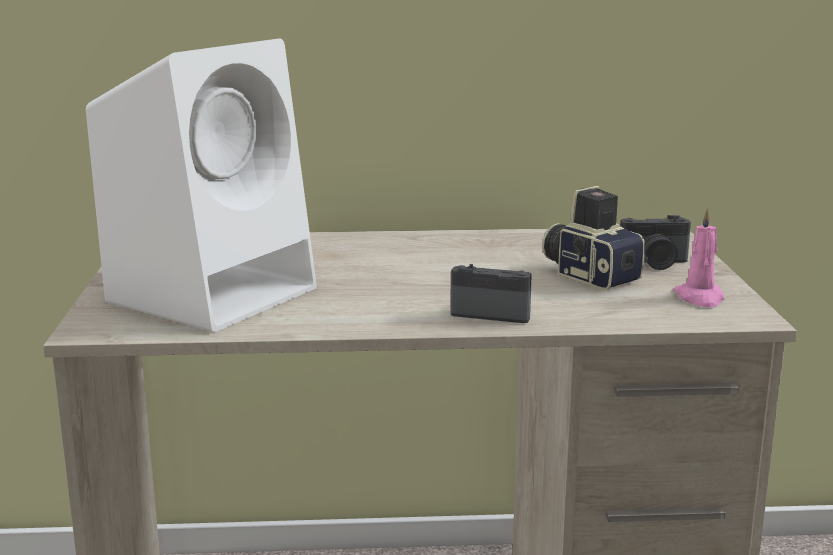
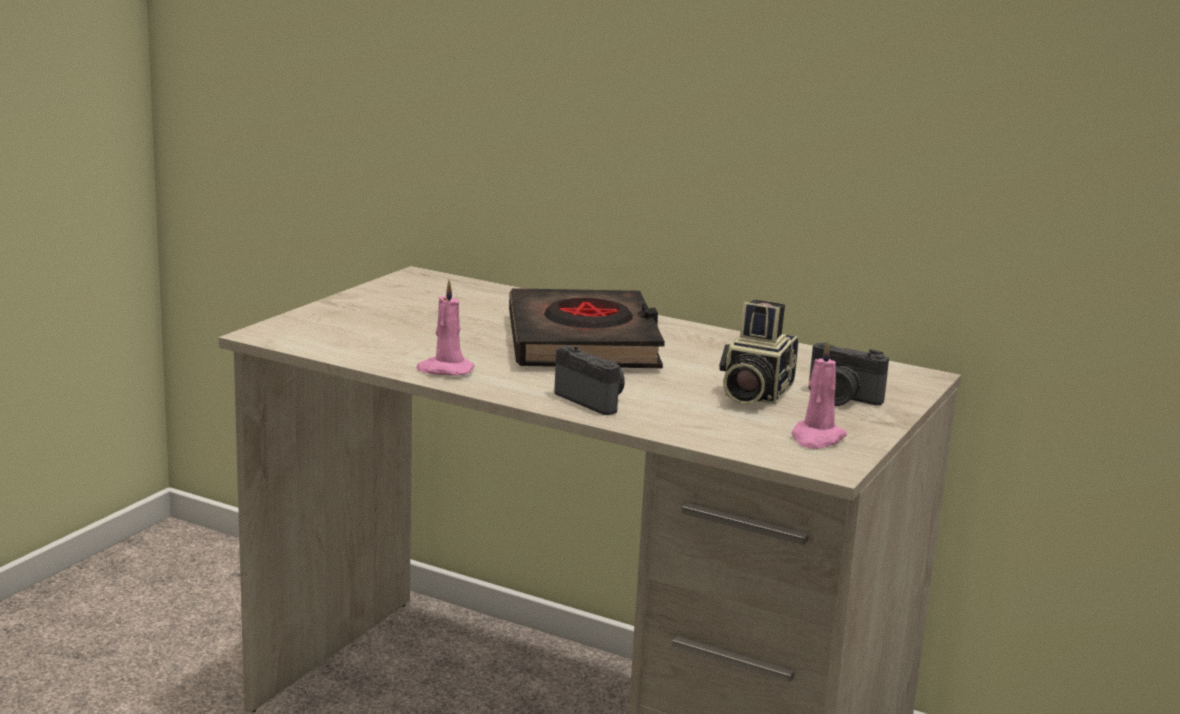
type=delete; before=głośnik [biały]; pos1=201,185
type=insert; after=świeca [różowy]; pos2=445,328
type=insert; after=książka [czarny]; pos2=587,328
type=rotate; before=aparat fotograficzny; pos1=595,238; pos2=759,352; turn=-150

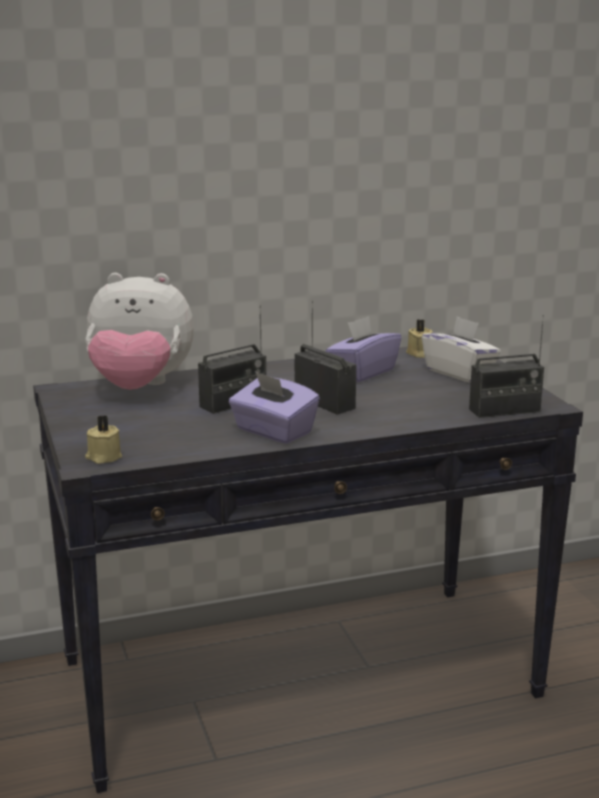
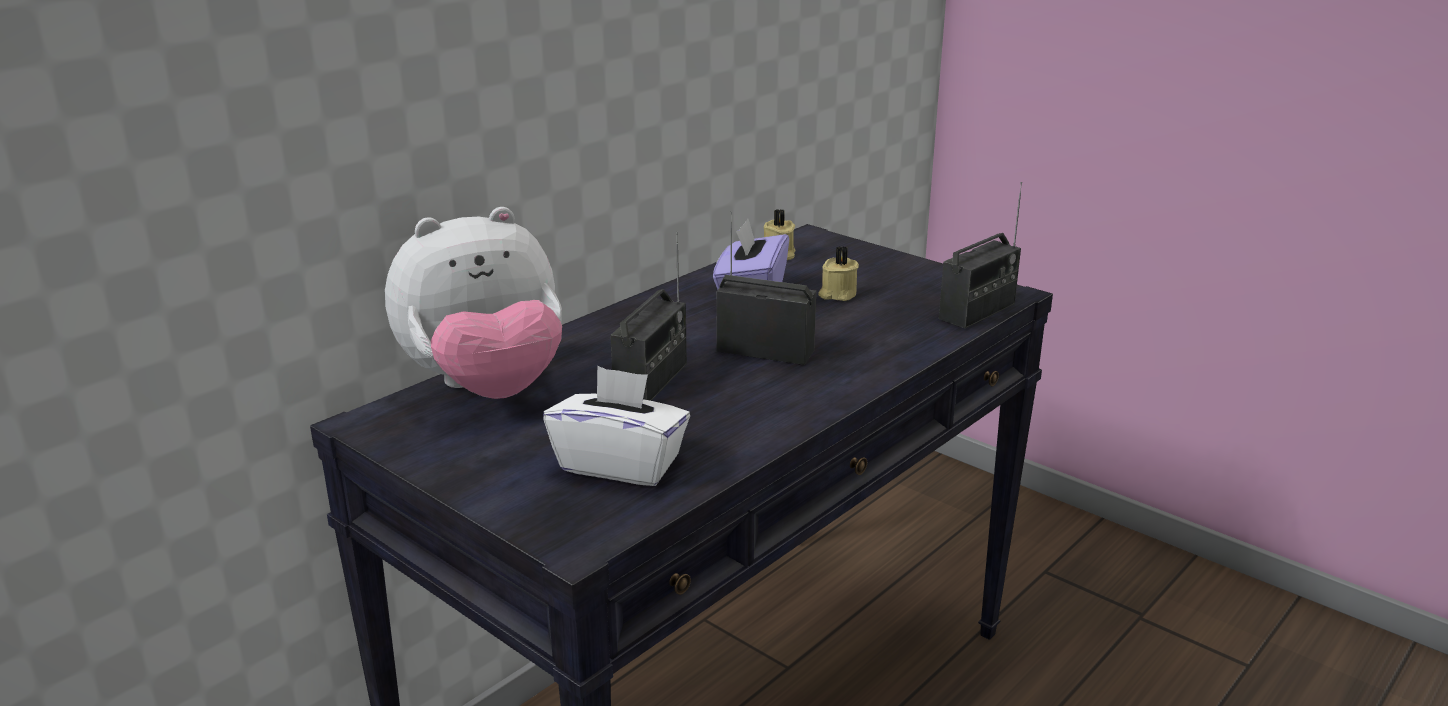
type=delete; before=pudełko chusteczek [fioletowy]; pos1=274,407
type=move; before=świeca [beżowy]; pos1=103,439; pos2=838,273
type=move; before=pudełko chusteczek [biały]; pos1=461,350; pos2=616,426

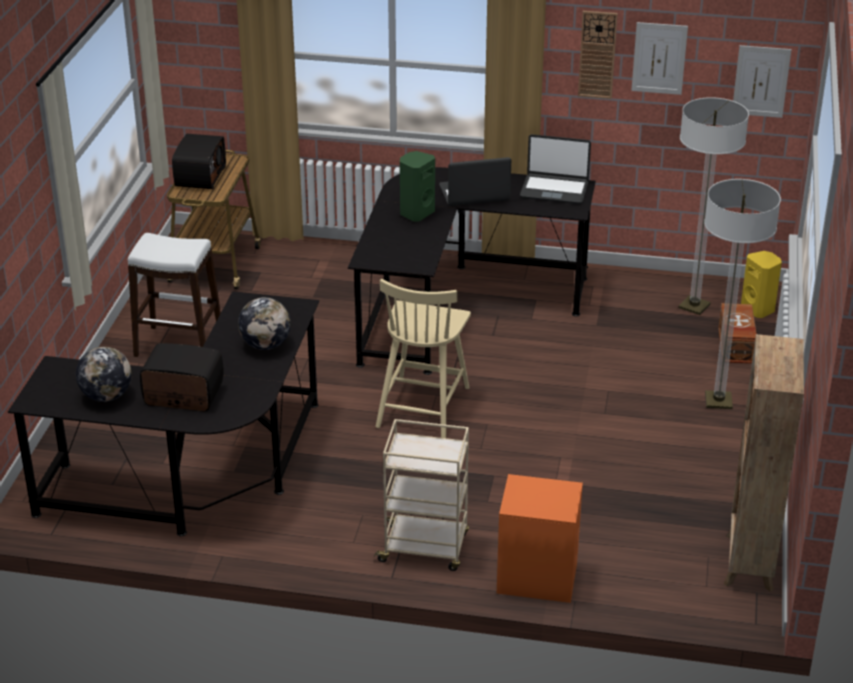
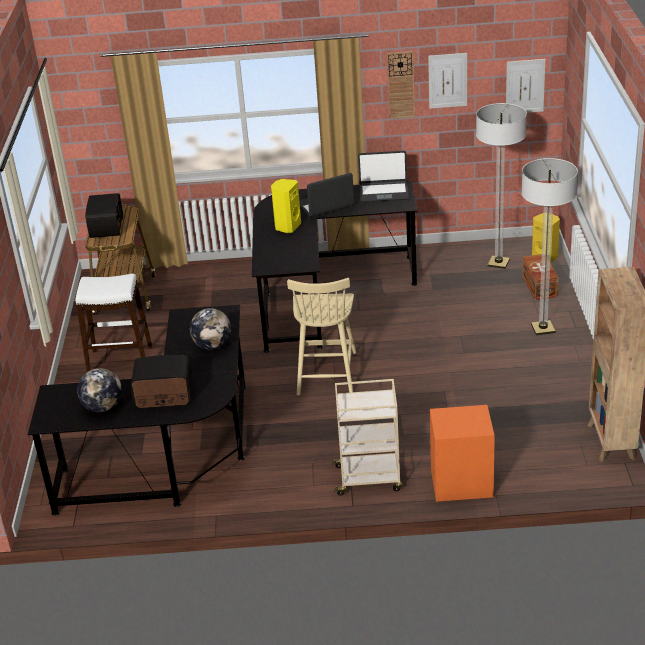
type=recolor; before=głośnik [zielony]; after=głośnik [żółty]; pos1=417,186; pos2=286,206

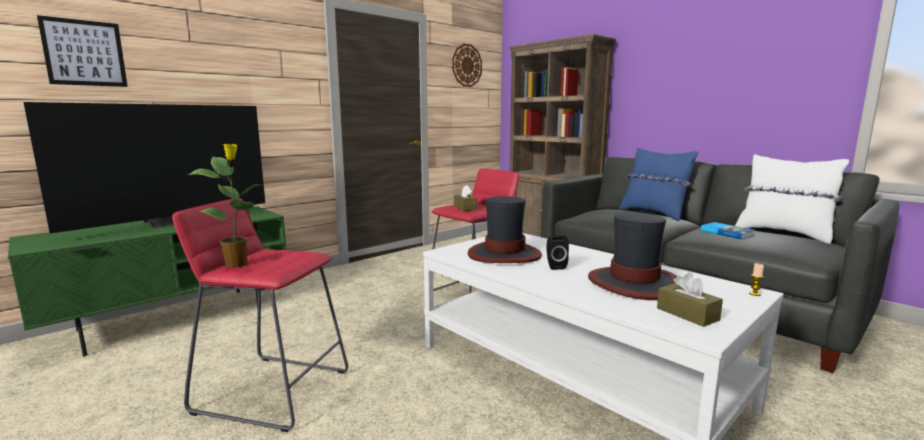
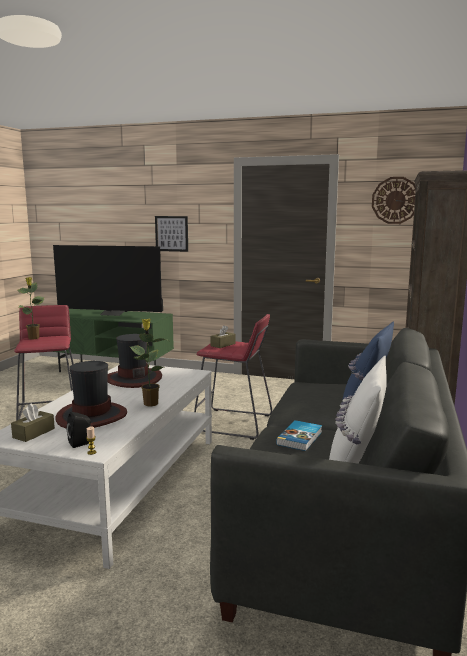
type=insert; after=roślina doniczkowa; pos2=149,362
type=move; before=obraz; pos1=82,51; pos2=171,234
type=move; before=głośnik [czarny]; pos1=558,252; pos2=79,430

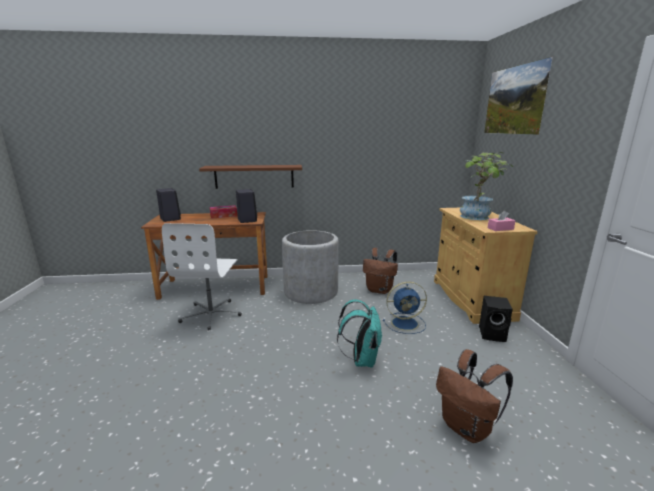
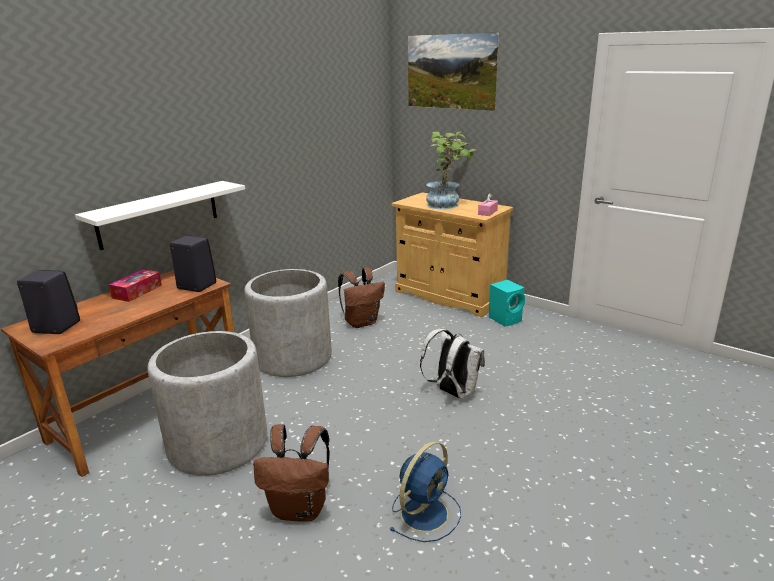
type=move; before=wentylator [niebieski]; pos1=405,308; pos2=425,491
type=move; before=plecak [brązowy]; pos1=474,396; pos2=291,473
type=replace; before=krzesło biurowe [biały]; after=donica [szary]; pos1=202,277; pos2=207,403
type=recolor; before=półka [brązowy]; after=półka [biały]; pos1=250,177; pos2=160,215
type=recolor; before=plecak [turkusowy]; after=plecak [biały]; pos1=359,334; pos2=452,364
type=recolor; before=głośnik [czarny]; after=głośnik [turkusowy]; pos1=496,319; pos2=507,303

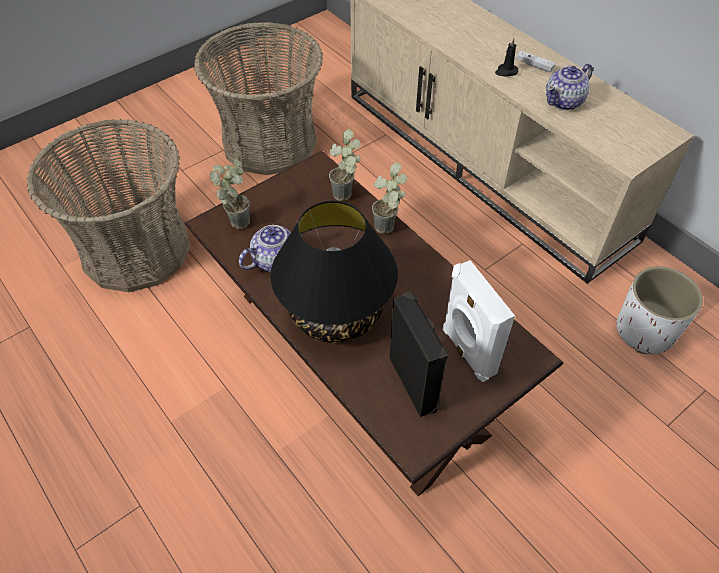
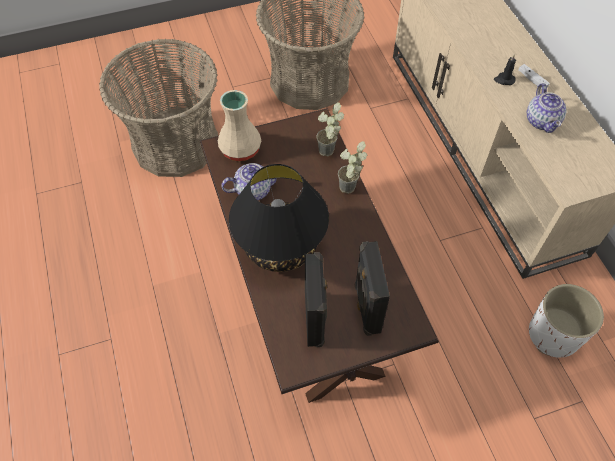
type=replace; before=roślina doniczkowa; after=wazon [beżowy]; pos1=230,194; pos2=239,125
type=recolor; before=głośnik [biały]; after=głośnik [czarny]; pos1=479,321; pos2=372,288
type=rotate; before=imbryk; pos1=569,87; pos2=547,108; turn=-75

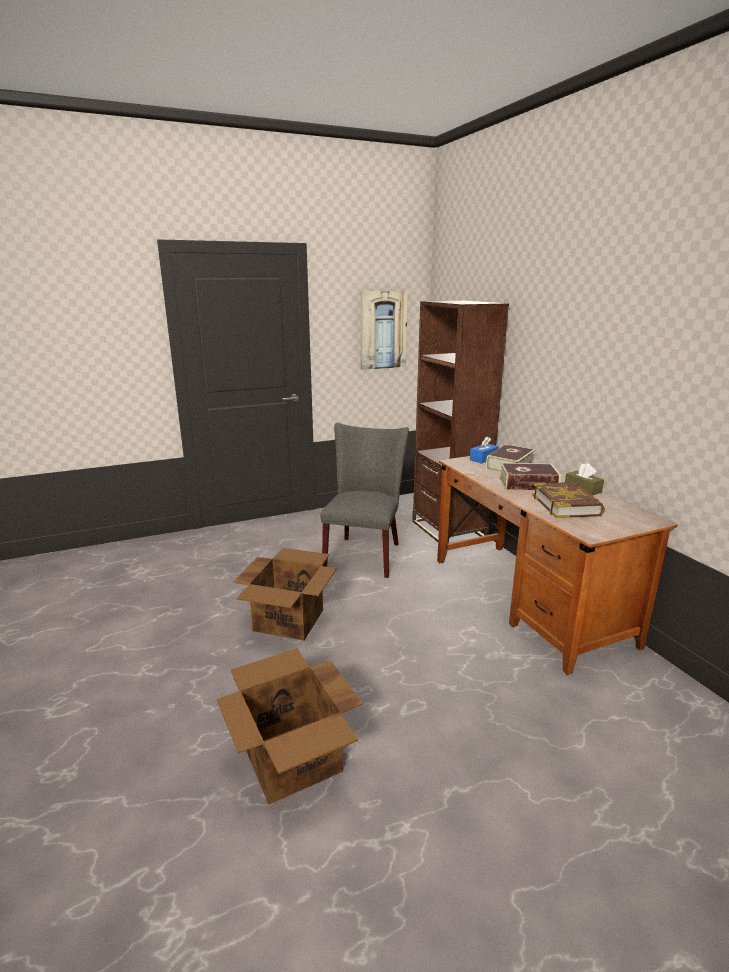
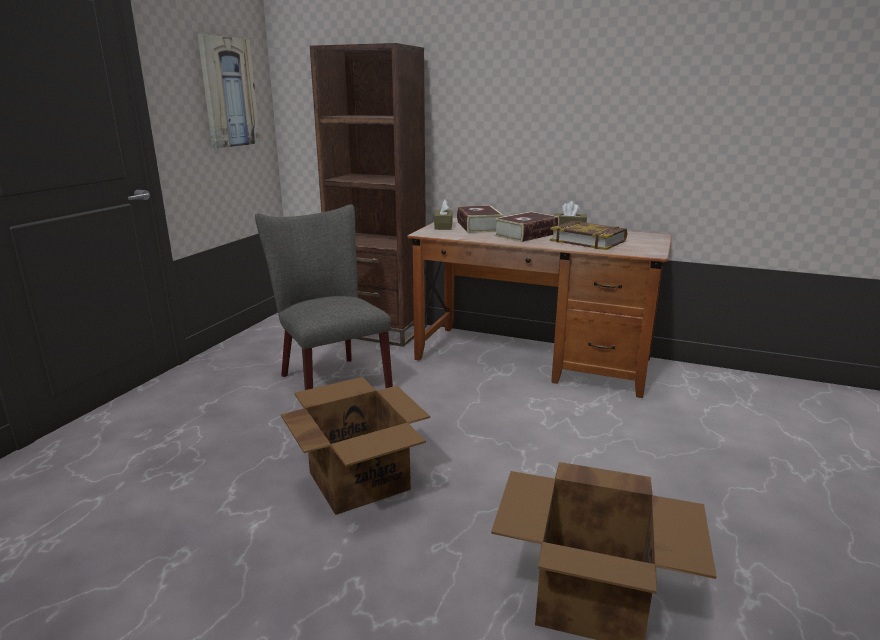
type=recolor; before=pudełko chusteczek [niebieski]; after=pudełko chusteczek [brązowy]; pos1=484,450; pos2=443,215

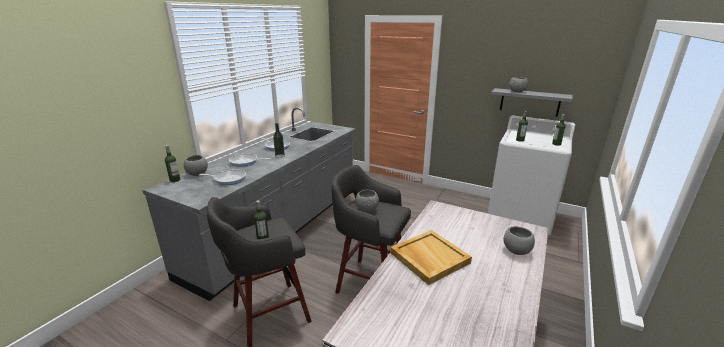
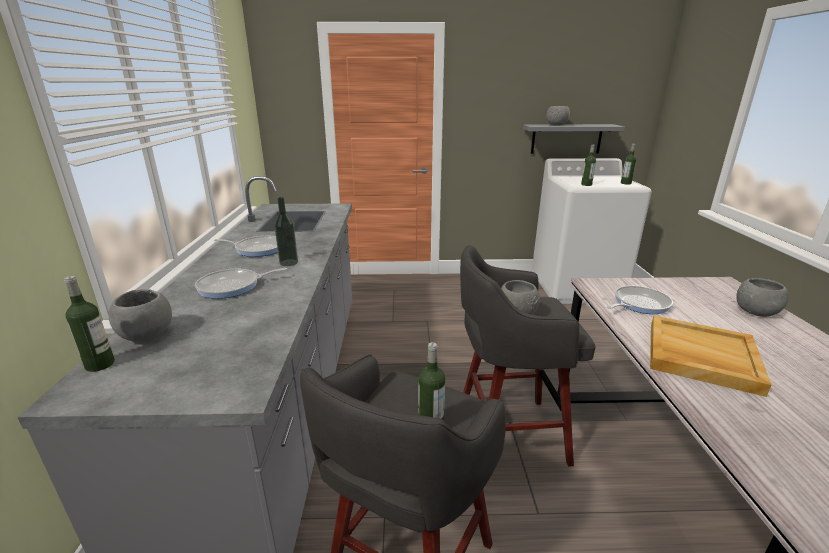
type=move; before=patelnia; pos1=222,177; pos2=640,300

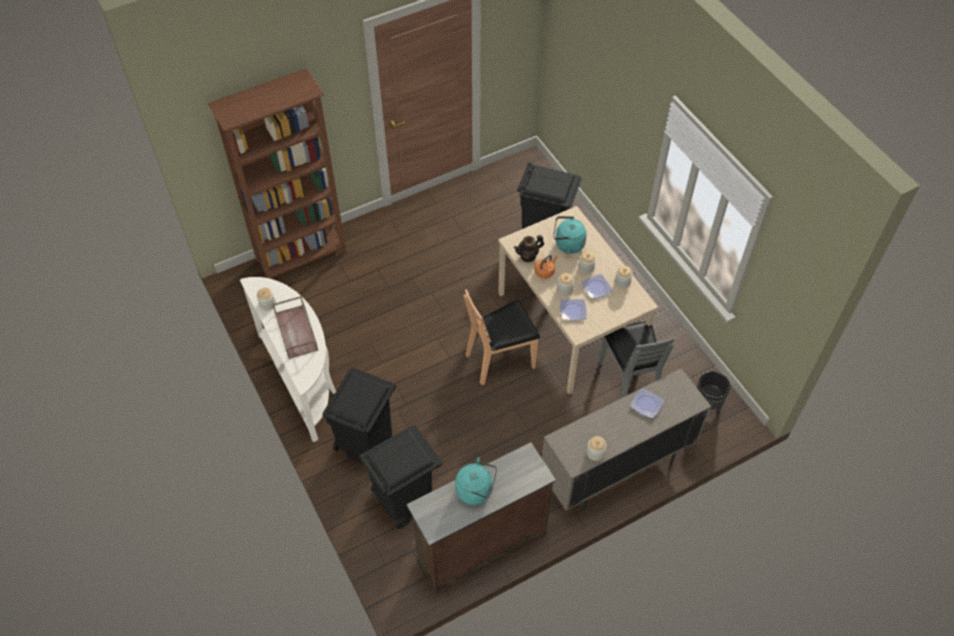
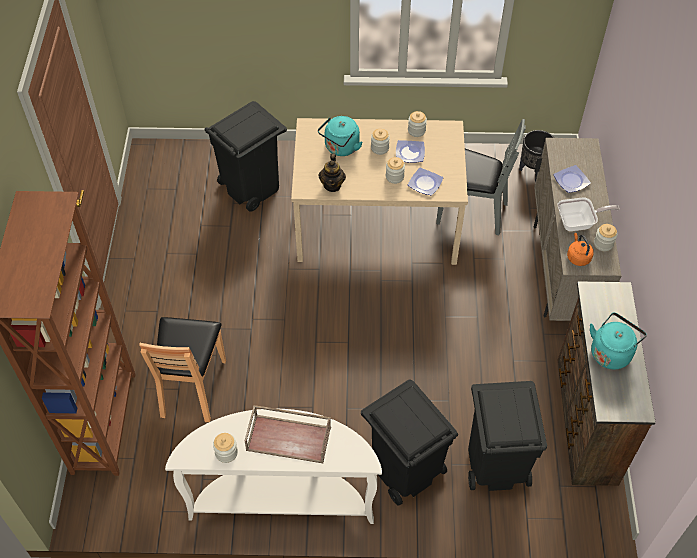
type=insert; after=patelnia; pos2=589,214
type=move; before=krzesło [brązowy]; pos1=501,337; pos2=182,369
type=move; before=czajnik [pomarańczowy]; pos1=546,267; pos2=580,249

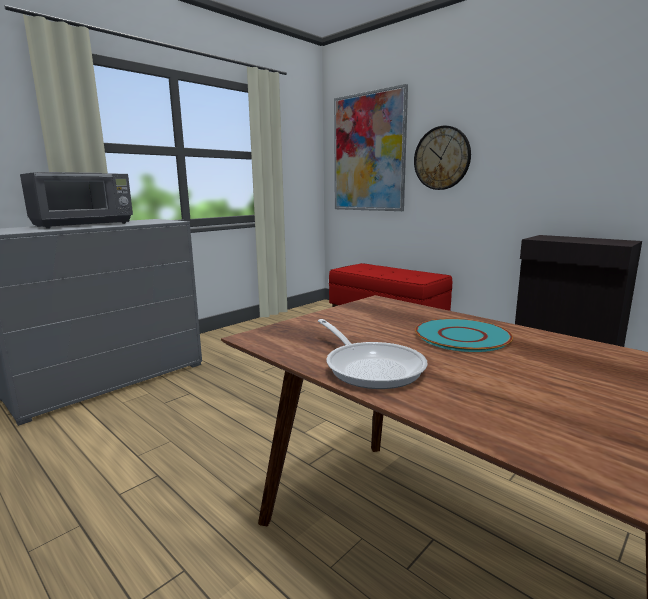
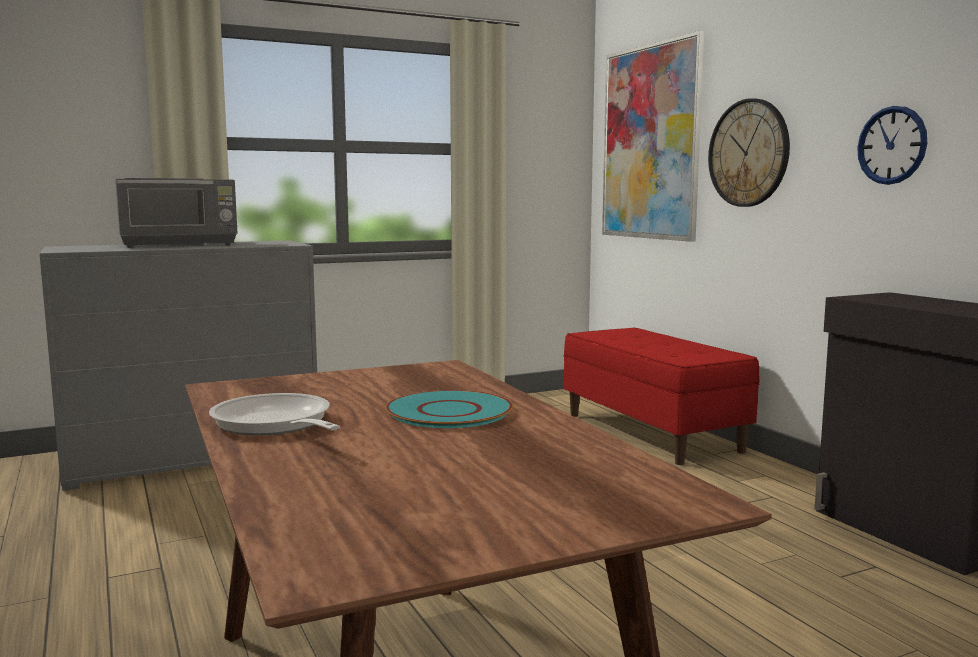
type=insert; after=zegar ścienny; pos2=892,145
type=rotate; before=patelnia; pos1=373,354; pos2=274,414; turn=150

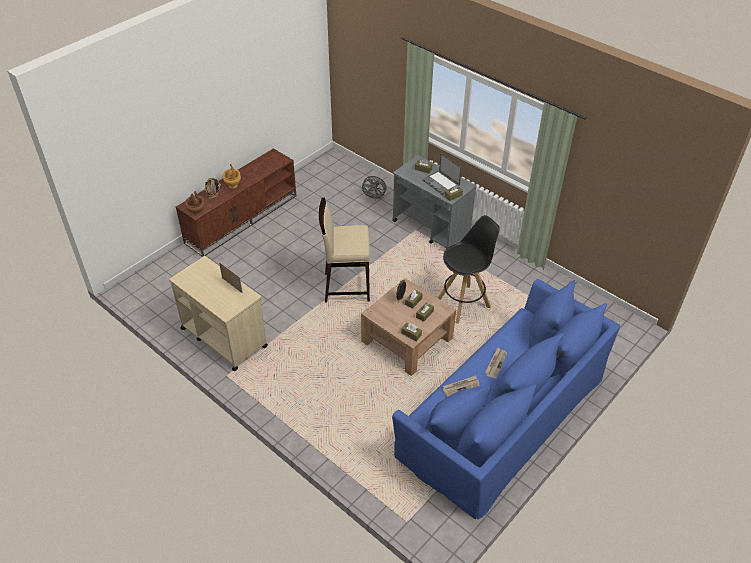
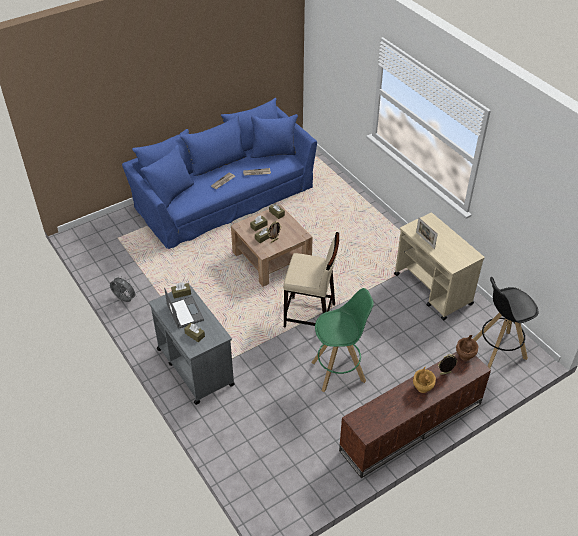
type=insert; after=stołek [zielony]; pos2=342,340
type=move; before=wentylator [szary]; pos1=373,188; pos2=124,288
type=move; before=stołek [czarny]; pos1=469,269; pos2=506,323

